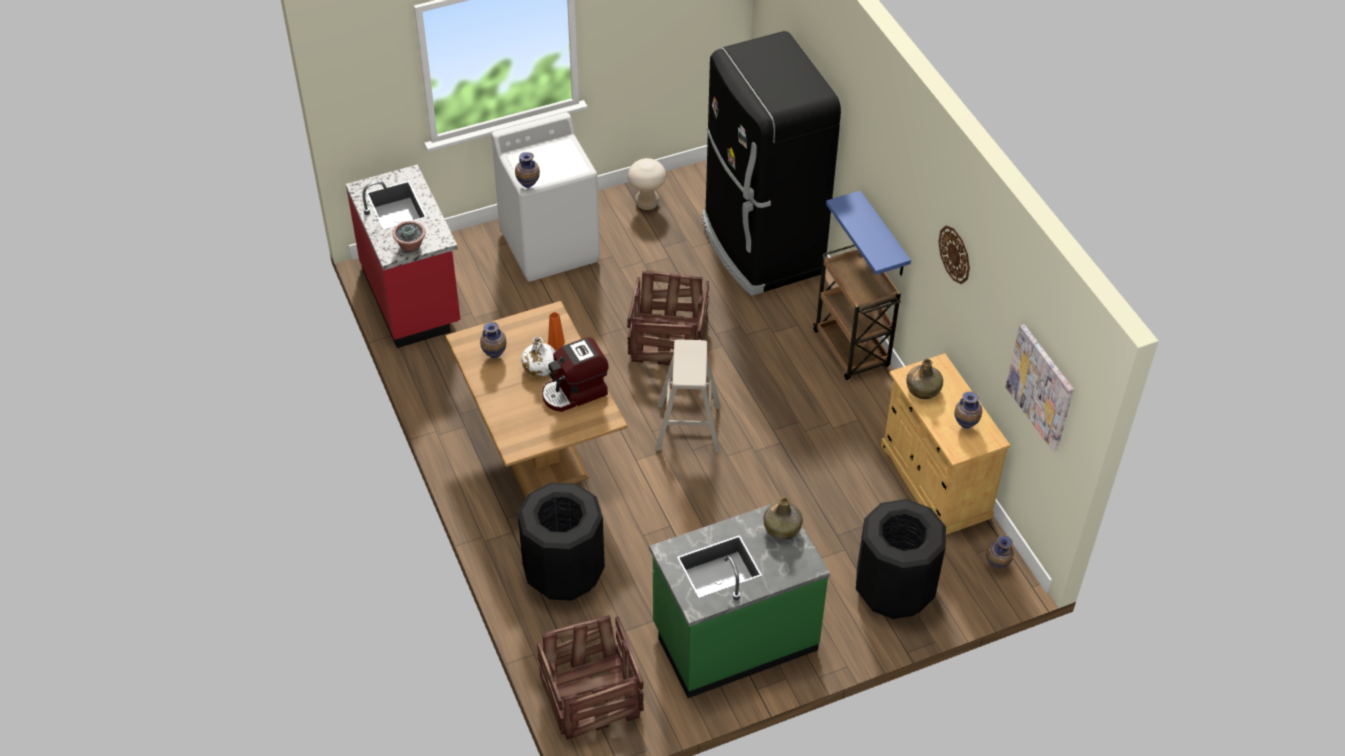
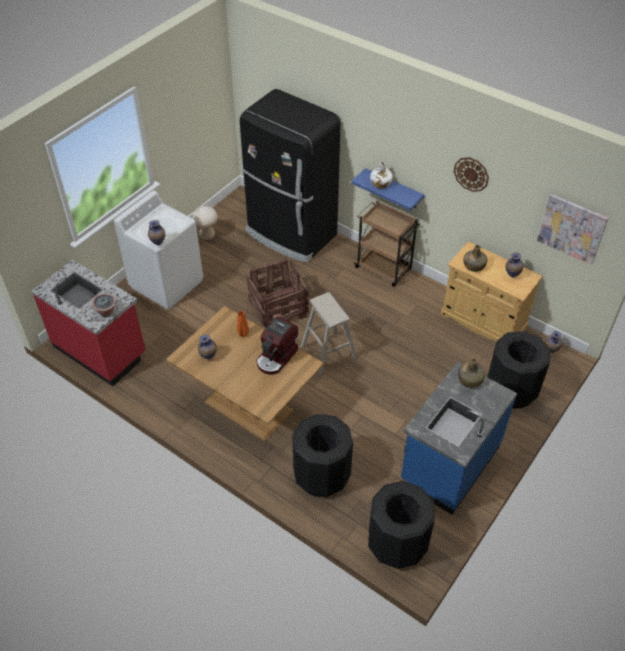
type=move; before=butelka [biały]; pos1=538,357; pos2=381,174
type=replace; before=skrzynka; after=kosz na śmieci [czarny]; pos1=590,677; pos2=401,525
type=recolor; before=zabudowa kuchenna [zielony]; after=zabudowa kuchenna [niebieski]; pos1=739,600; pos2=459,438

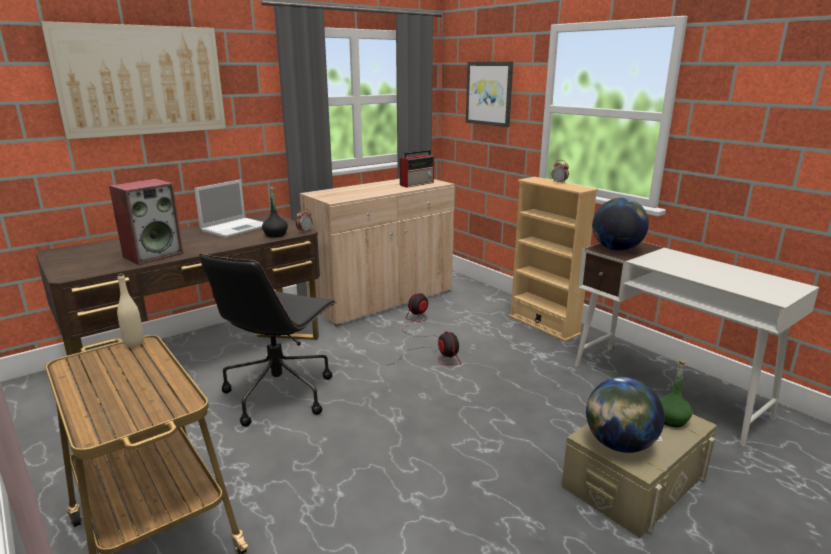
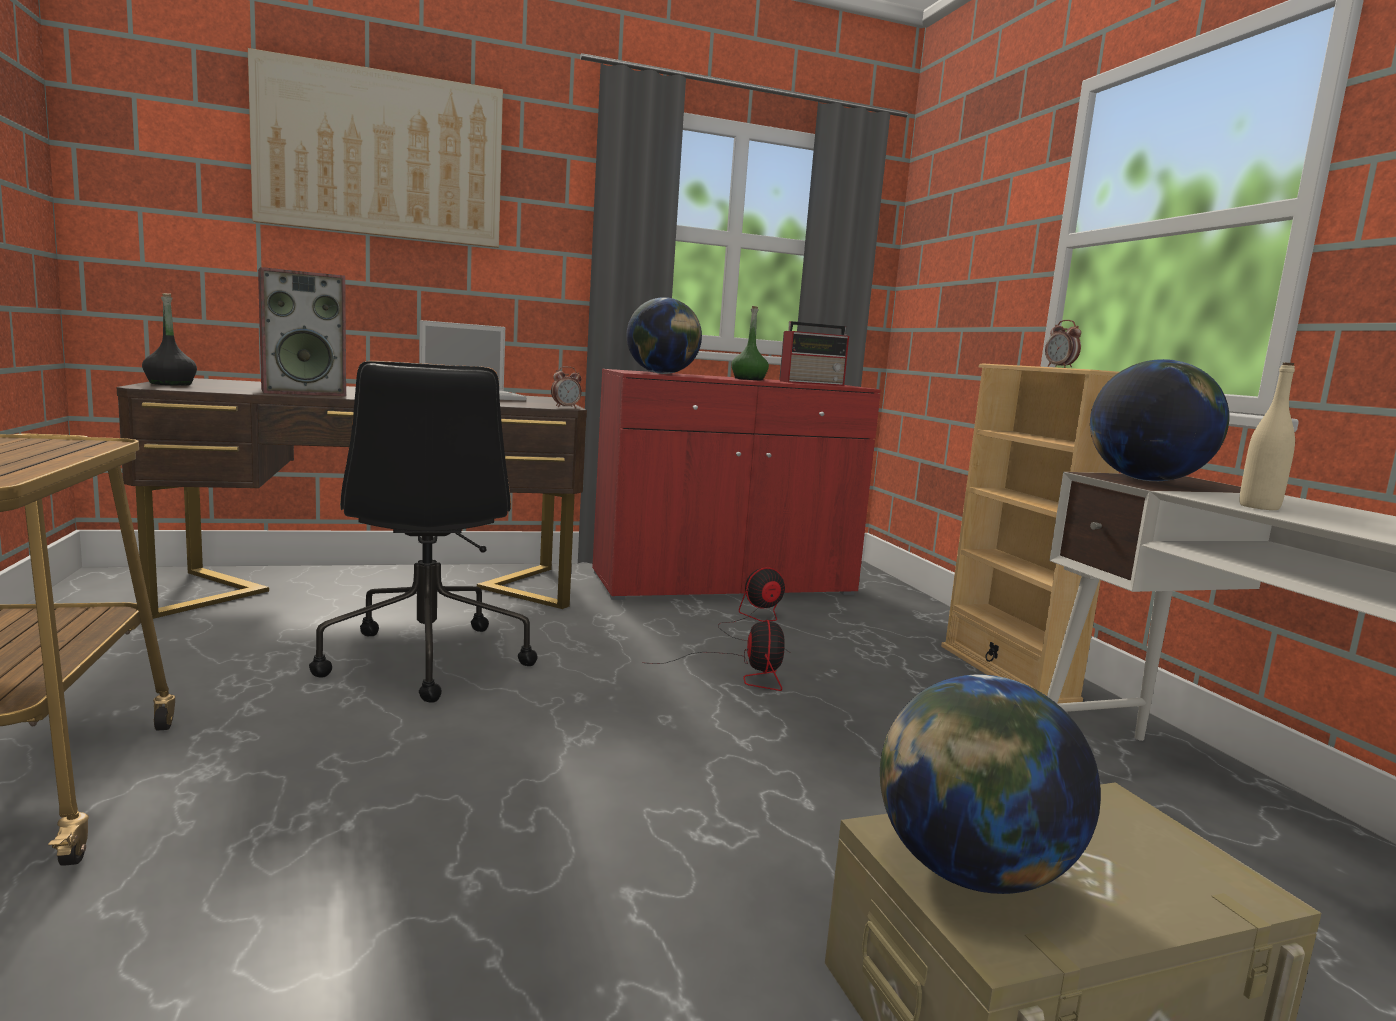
type=delete; before=obraz; pos1=489,94
type=insert; after=globus; pos2=664,335
type=move; before=butelka [beżowy]; pos1=130,310; pos2=1267,436
type=move; before=butelka [czarny]; pos1=275,212; pos2=169,339
type=move; before=butelka [zielony]; pos1=676,393; pos2=750,343
type=recolor; before=szafka [beżowy]; after=szafka [czerwony]; pos1=377,252; pos2=736,484
type=rotate; before=krzesło biurowe [czarny]; pos1=268,340; pos2=423,532; turn=-60

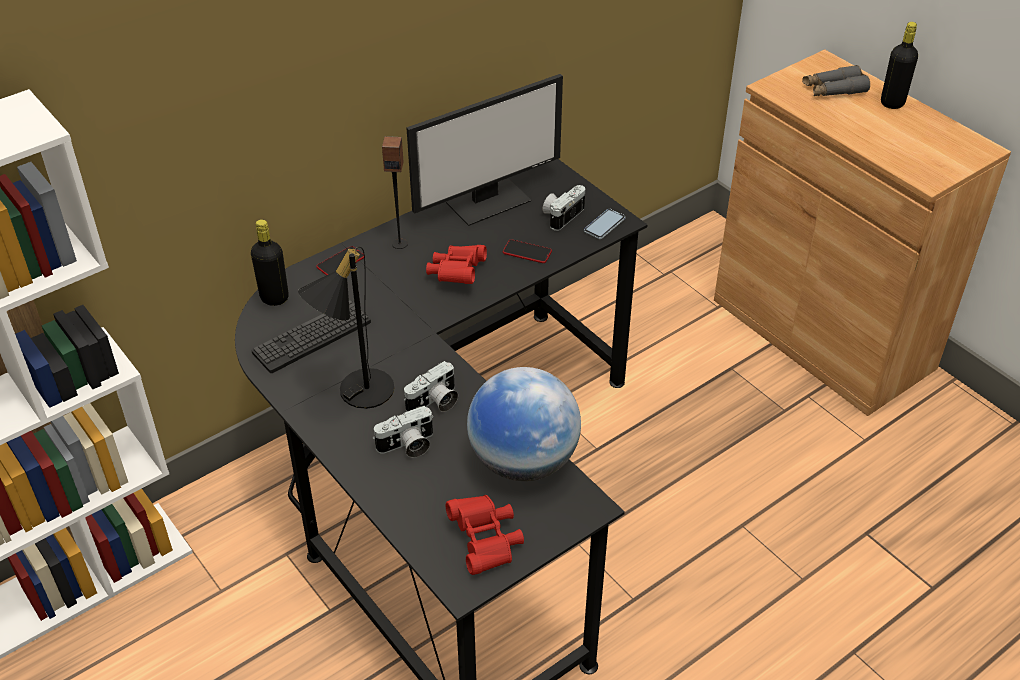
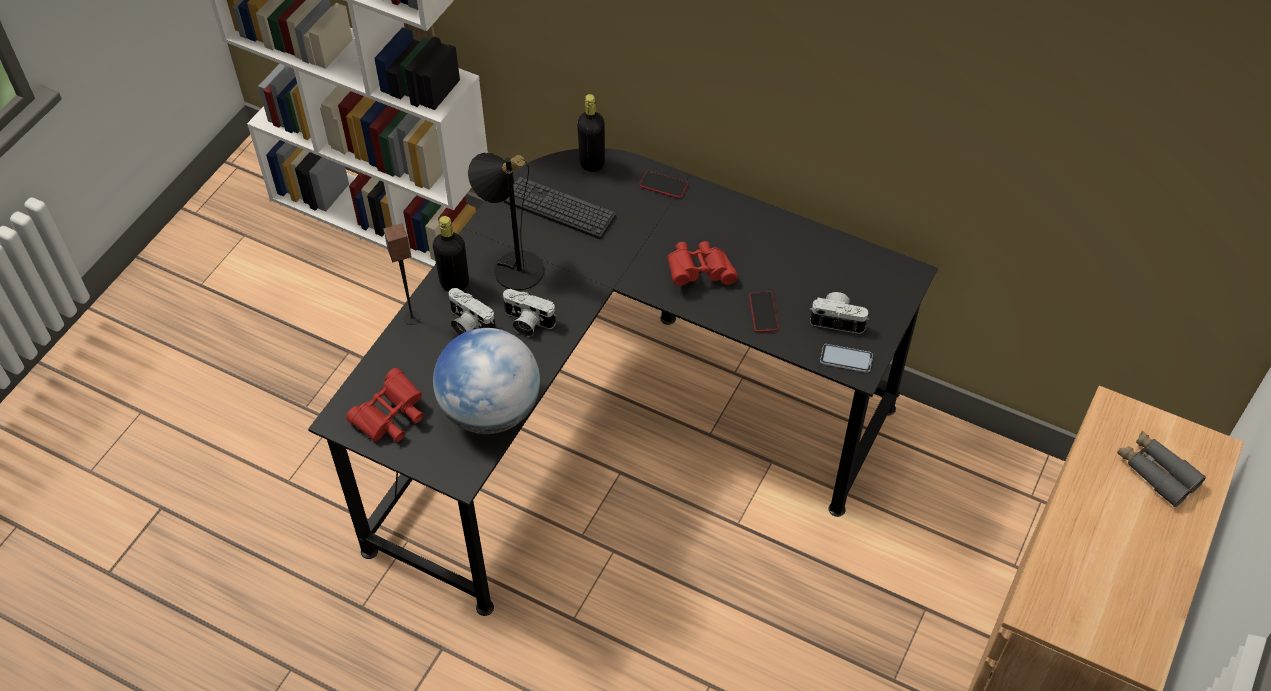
type=delete; before=monitor; pos1=484,150
type=move; before=głośnik; pos1=395,192; pos2=402,274
type=move; before=butelka [czarny]; pos1=899,65; pos2=451,253

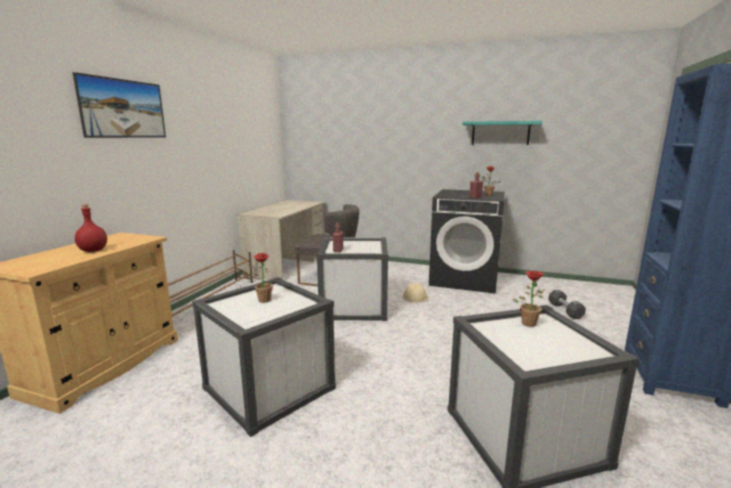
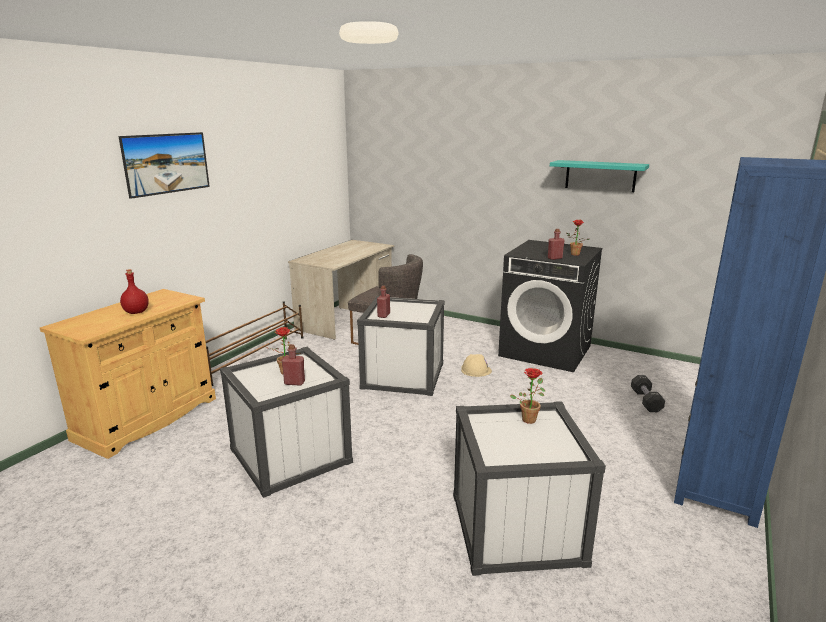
type=insert; after=butelka [czerwony]; pos2=293,365

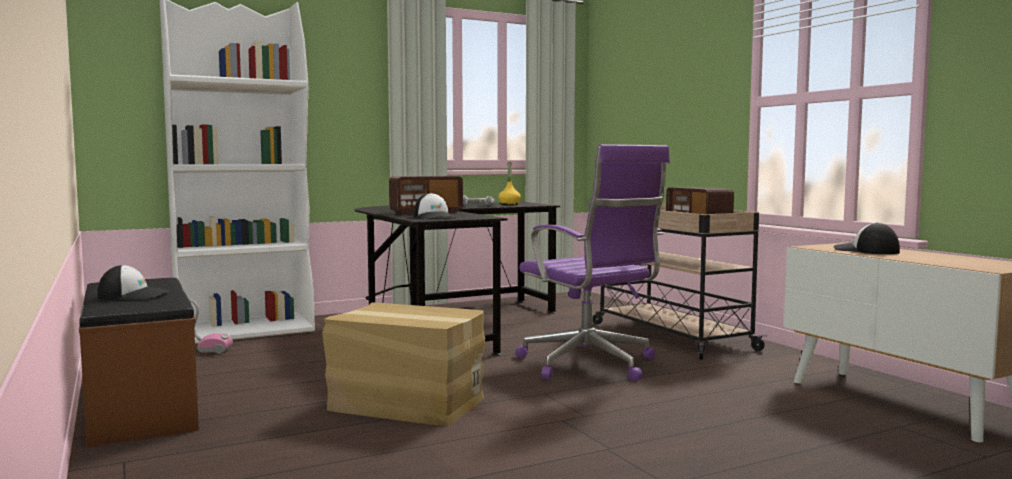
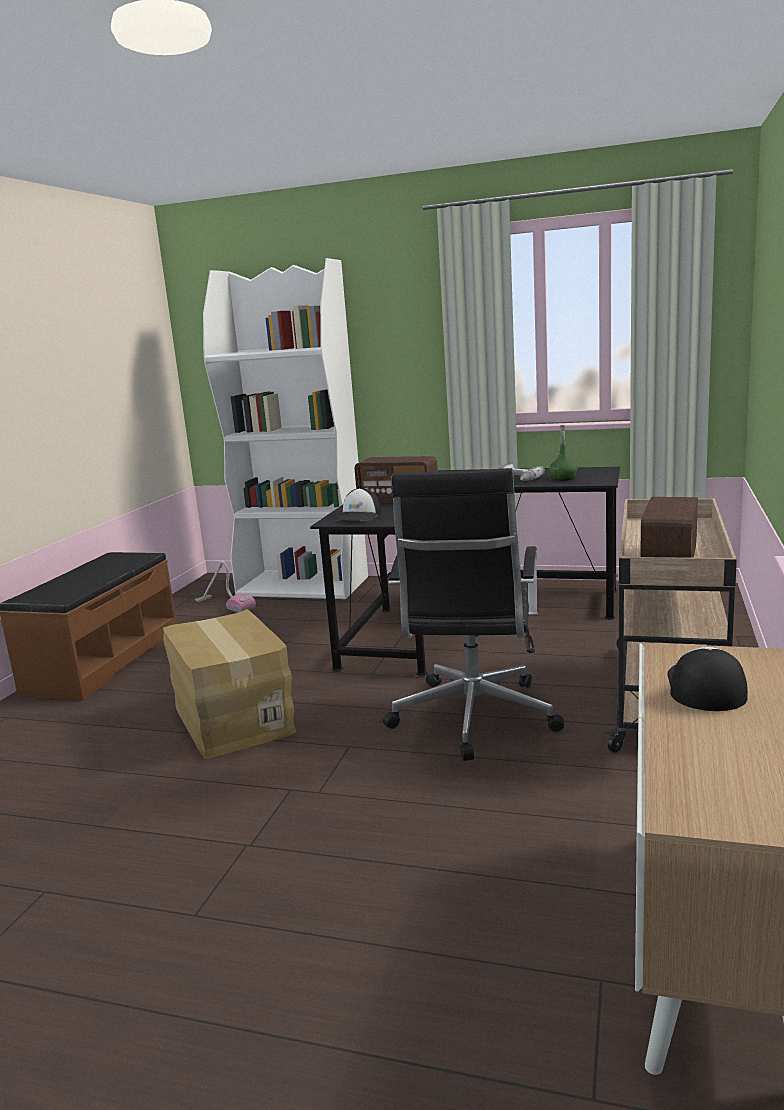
type=delete; before=czapka z daszkiem; pos1=133,282
type=recolor; before=butelka [żółty]; after=butelka [zielony]; pos1=510,183; pos2=563,453
type=recolor; before=krzesło biurowe [fioletowy]; after=krzesło biurowe [czarny]; pos1=593,262; pos2=473,614

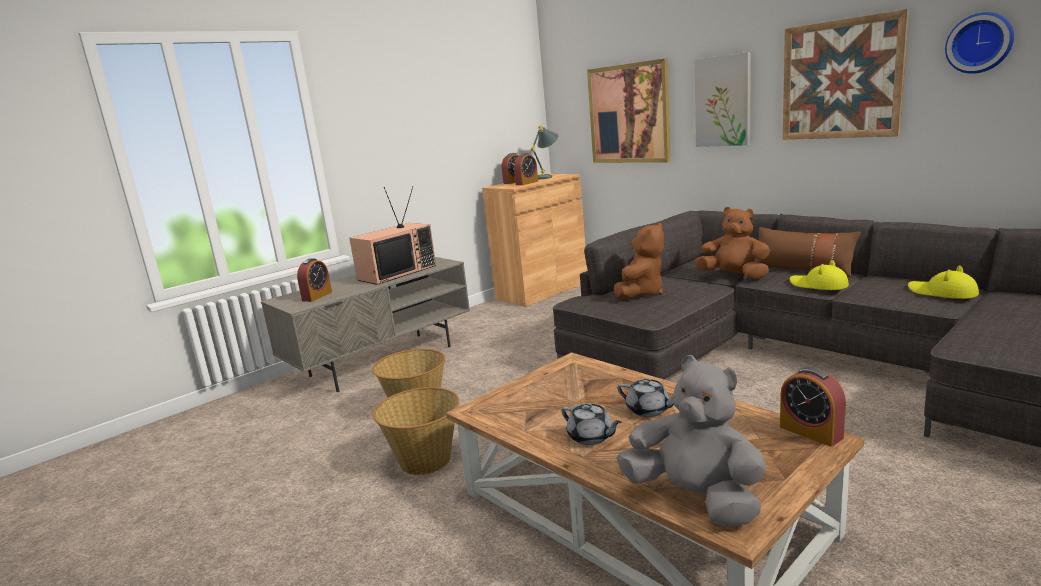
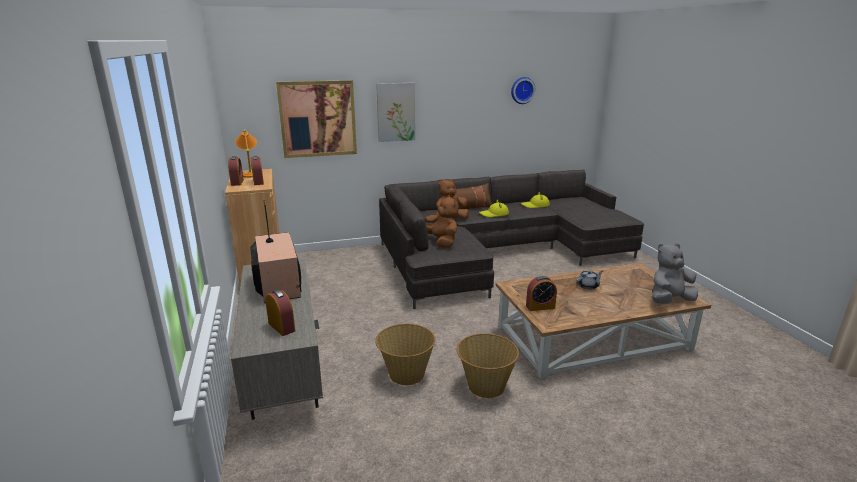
type=delete; before=imbryk [szary]; pos1=591,424
type=delete; before=obraz; pos1=845,74
type=move; before=budzik; pos1=813,407; pos2=541,293
type=recolor; before=lampa stołowa [szary]; after=lampa stołowa [pomarańczowy]; pos1=544,152; pos2=246,153

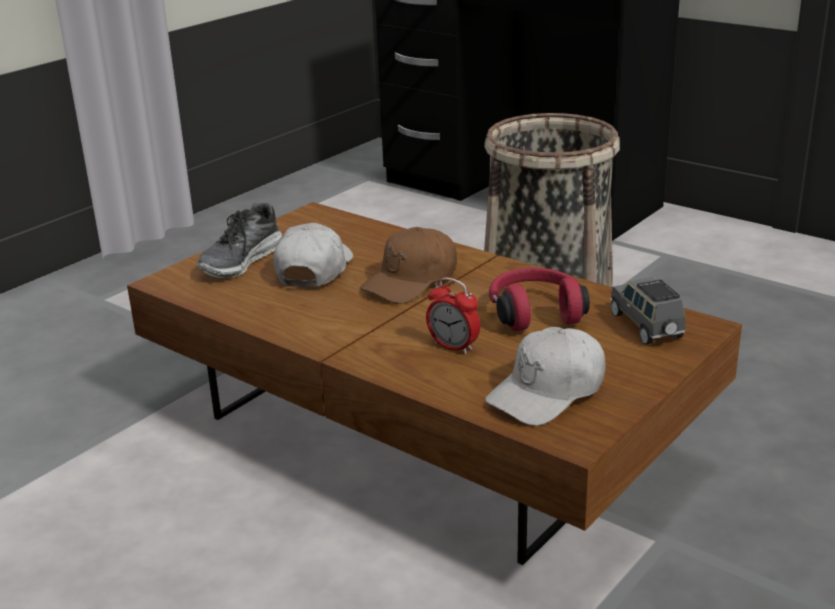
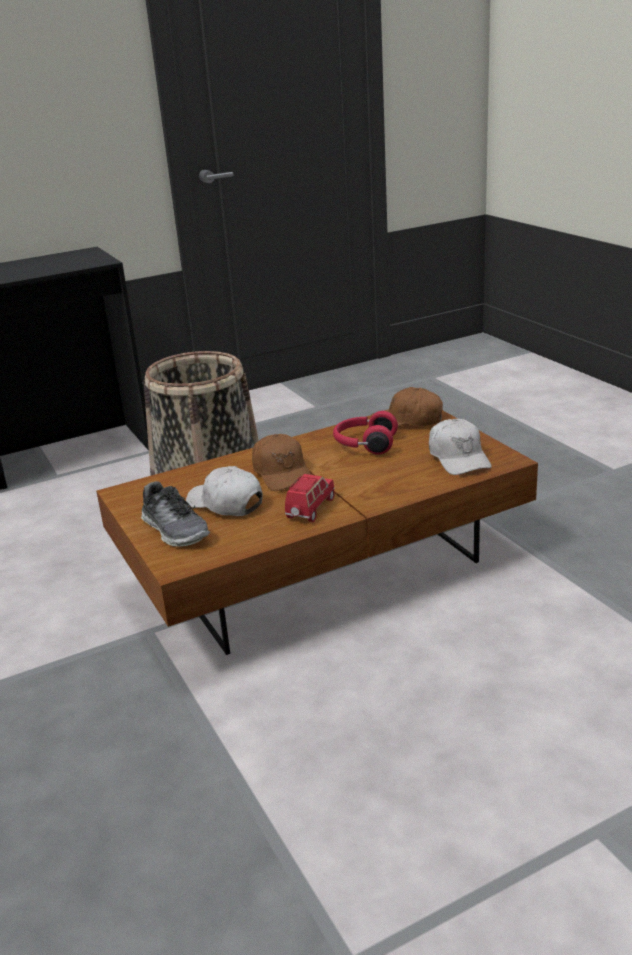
type=delete; before=budzik; pos1=453,315
type=insert; after=samochodzik [czerwony]; pos2=310,498
type=replace; before=samochodzik [szary]; after=czapka z daszkiem [brązowy]; pos1=648,310; pos2=407,406

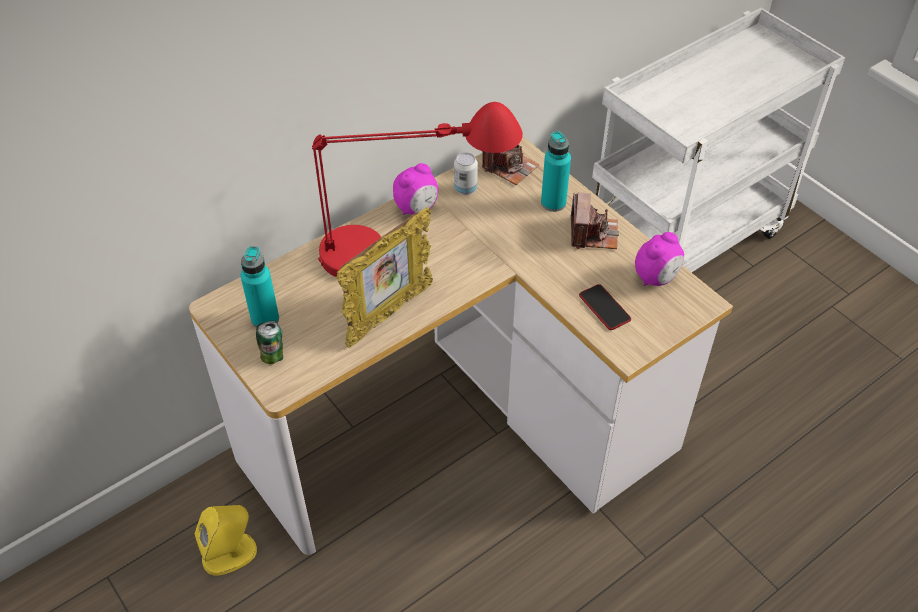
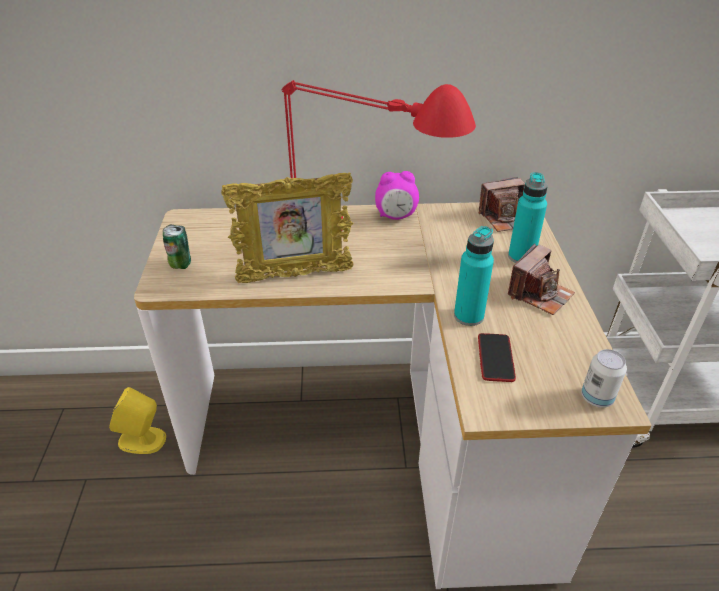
type=delete; before=budzik; pos1=659,259
type=move; before=butelka [turkusowy]; pos1=260,287; pos2=474,276
type=move; before=puszka; pos1=466,173; pos2=604,378

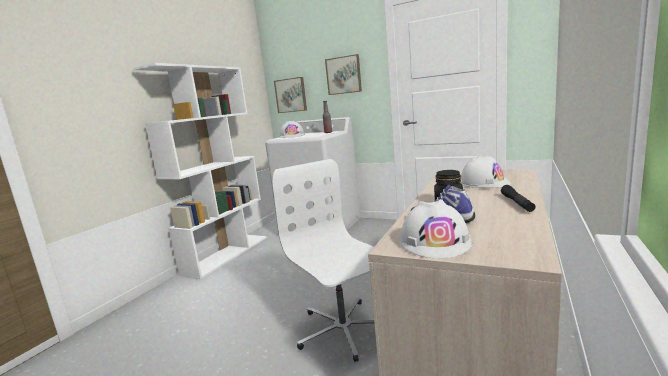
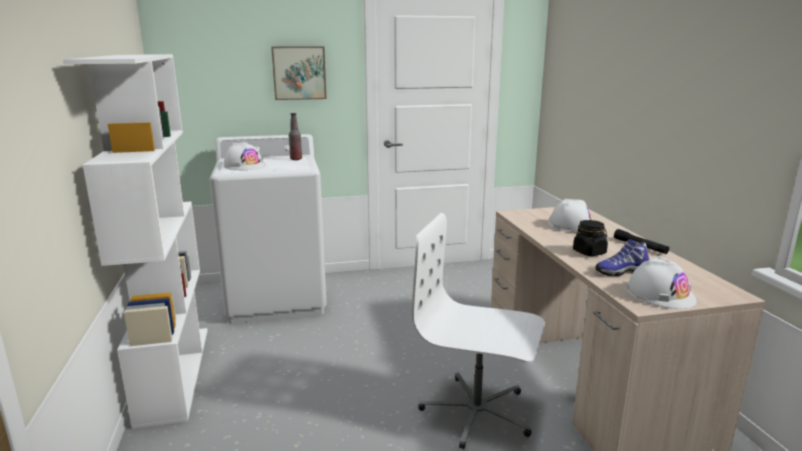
type=delete; before=obraz; pos1=290,95

